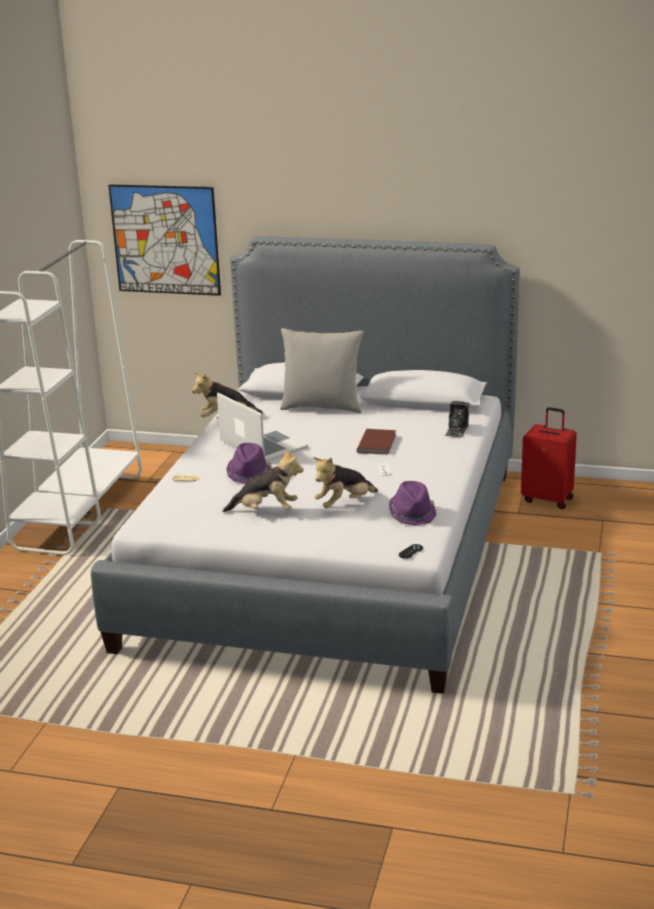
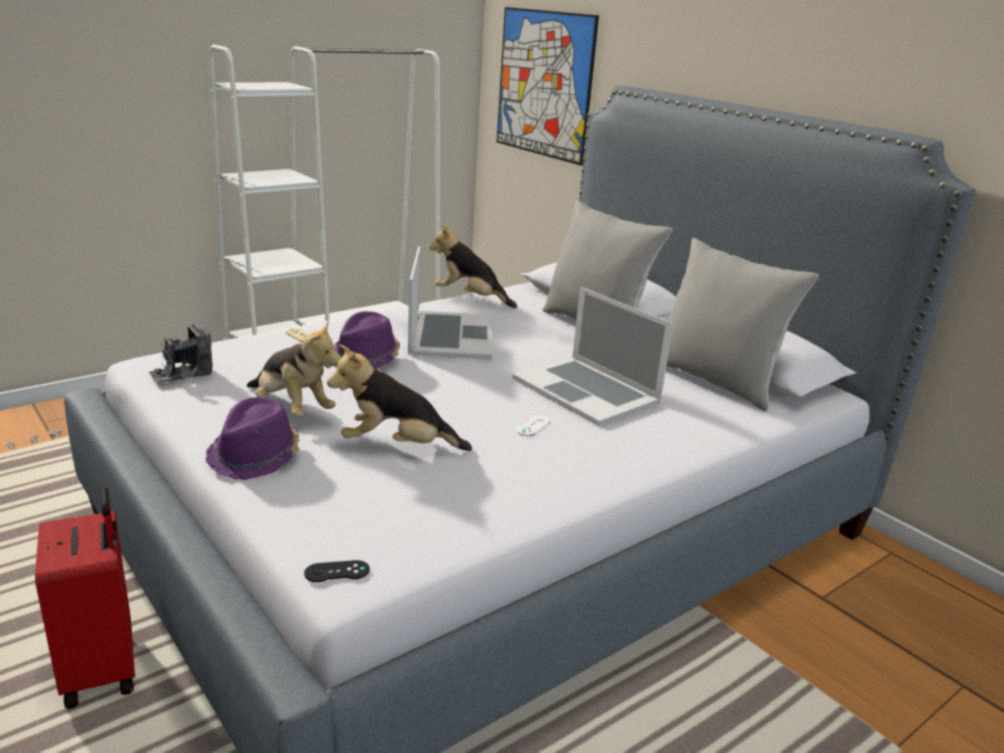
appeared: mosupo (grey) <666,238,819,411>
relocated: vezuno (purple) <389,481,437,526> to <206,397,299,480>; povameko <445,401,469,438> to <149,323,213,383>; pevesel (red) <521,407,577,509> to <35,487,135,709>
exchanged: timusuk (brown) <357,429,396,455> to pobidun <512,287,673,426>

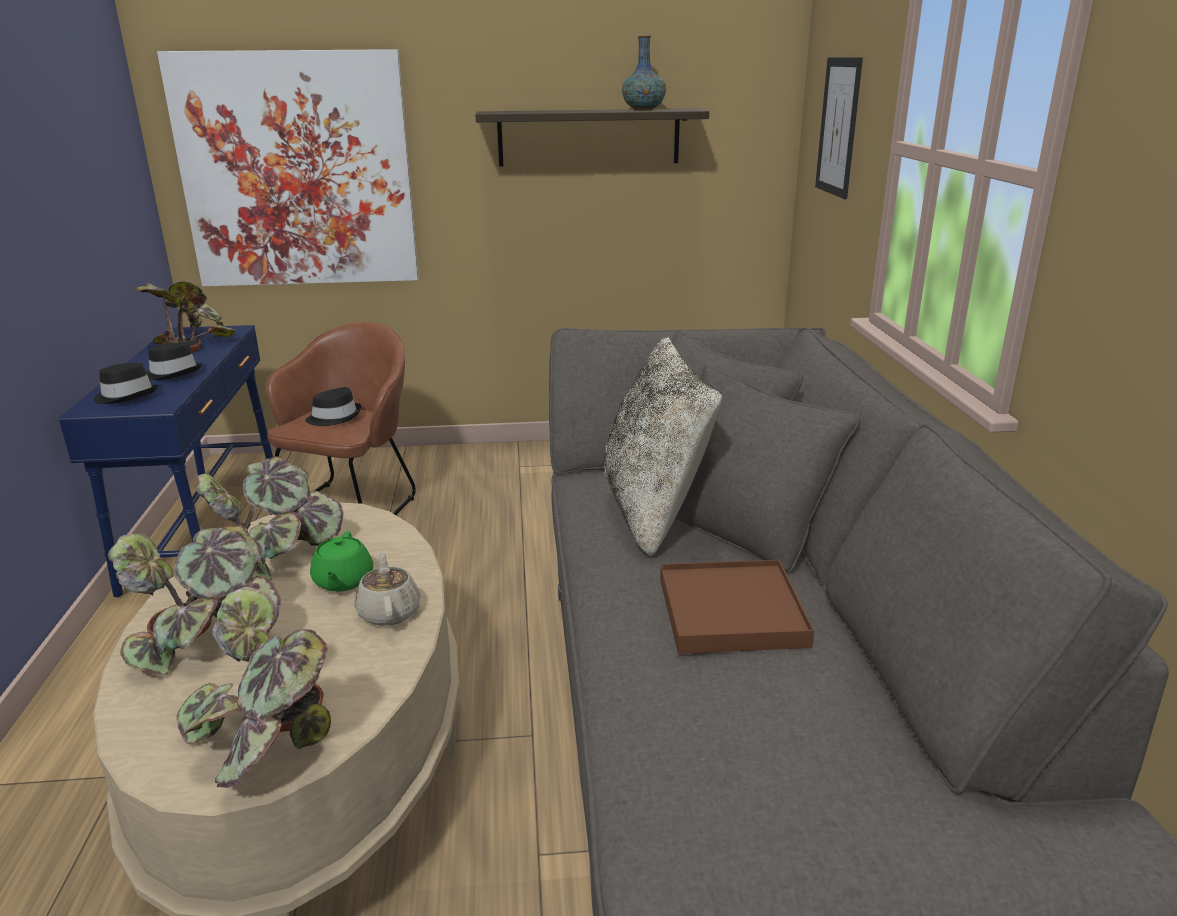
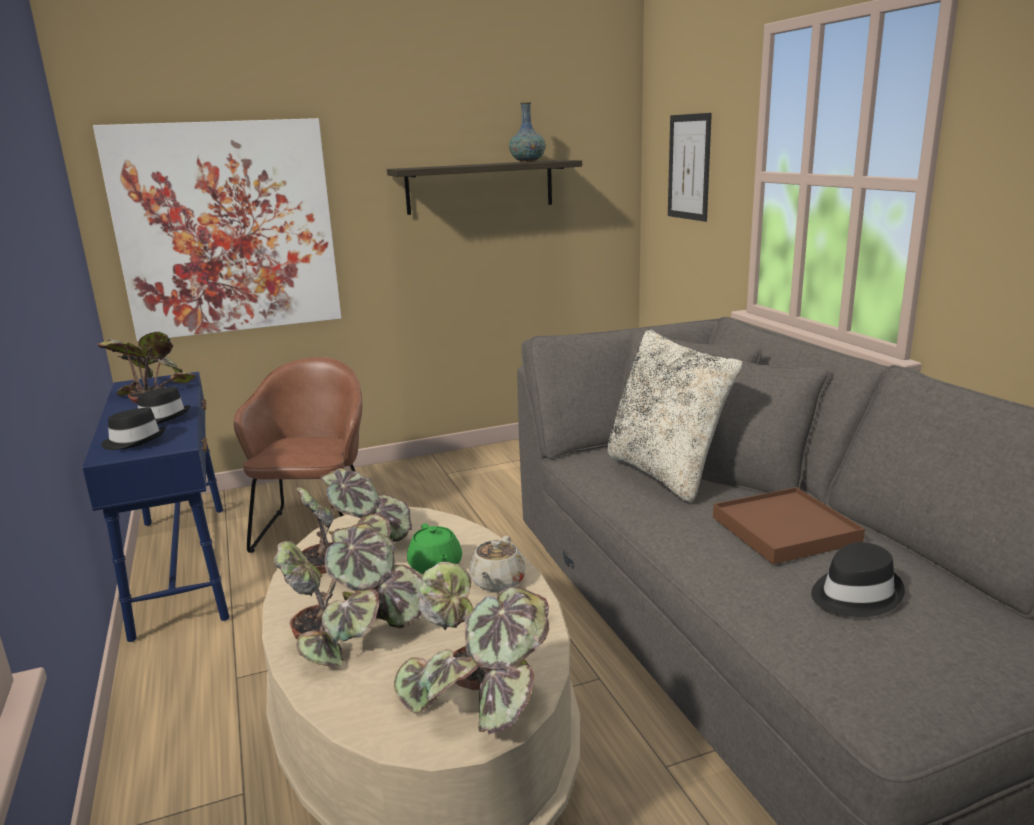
relocated: vezuno (black) <305,387,361,426> to <811,542,905,617>
spun: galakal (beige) <354,551,421,626> = <469,536,526,592> 135 degrees counterclockwise

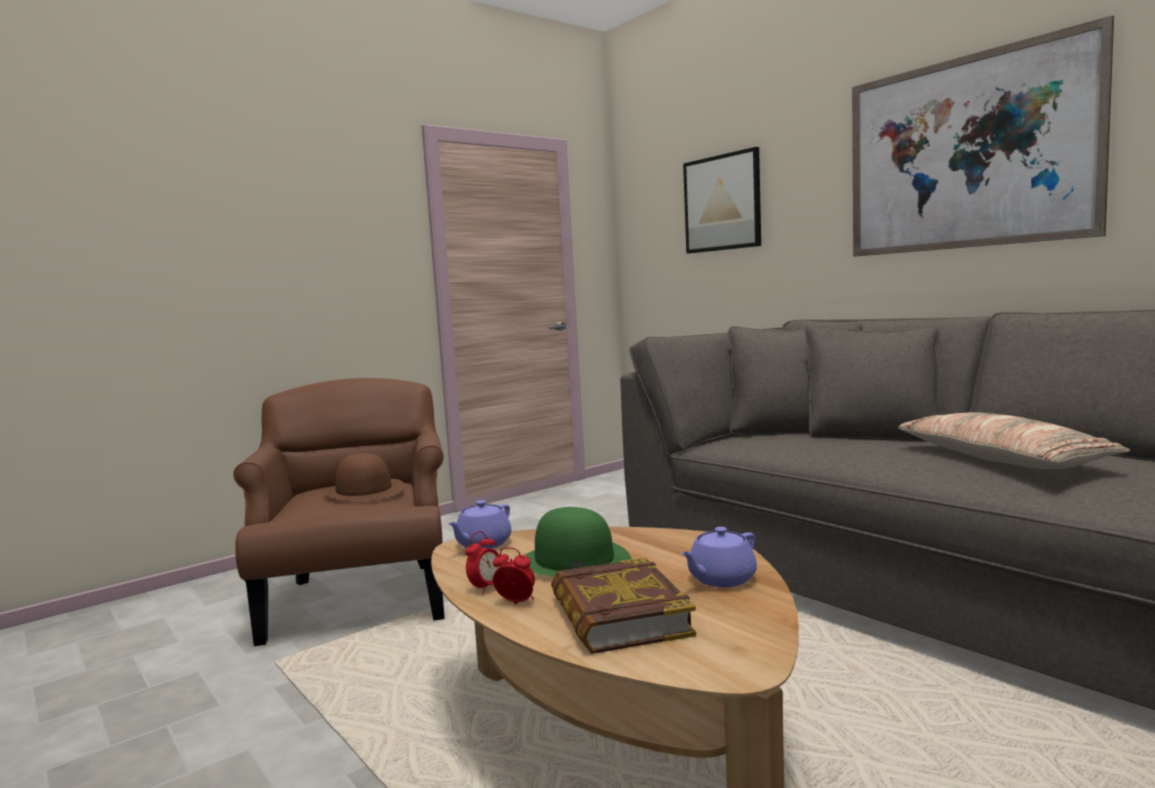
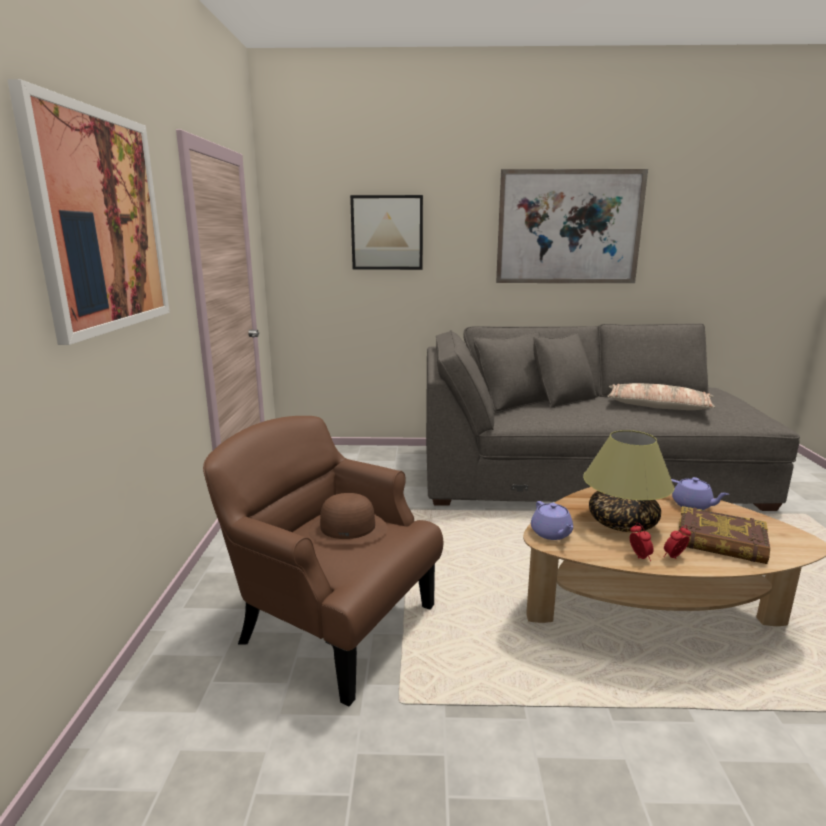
appeared: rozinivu <7,79,170,345>
exchanged: vezuno (green) <524,507,632,577> to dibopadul <583,430,674,532>
spun: galakal (purple) <681,527,757,587> = <671,477,729,510> 45 degrees counterclockwise

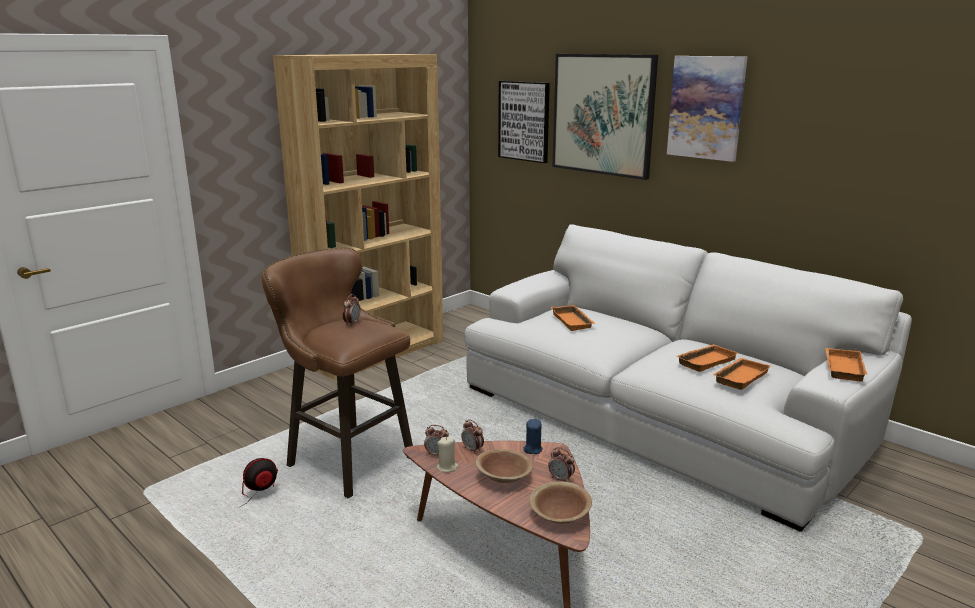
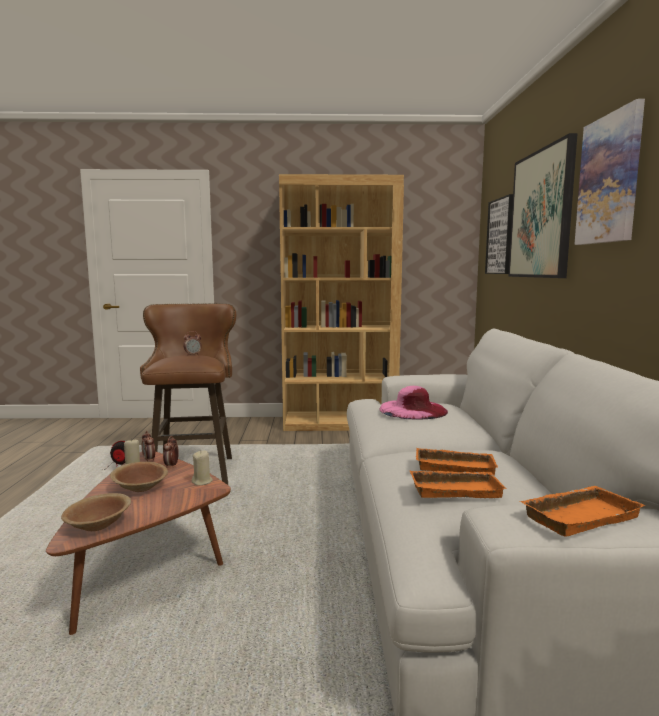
missing: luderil <548,447,575,482>
exchanged: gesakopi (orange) <551,305,596,331> to vezuno (pink) <379,386,448,419>
colour: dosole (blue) <524,419,543,454> to dosole (beige) <192,450,213,485>

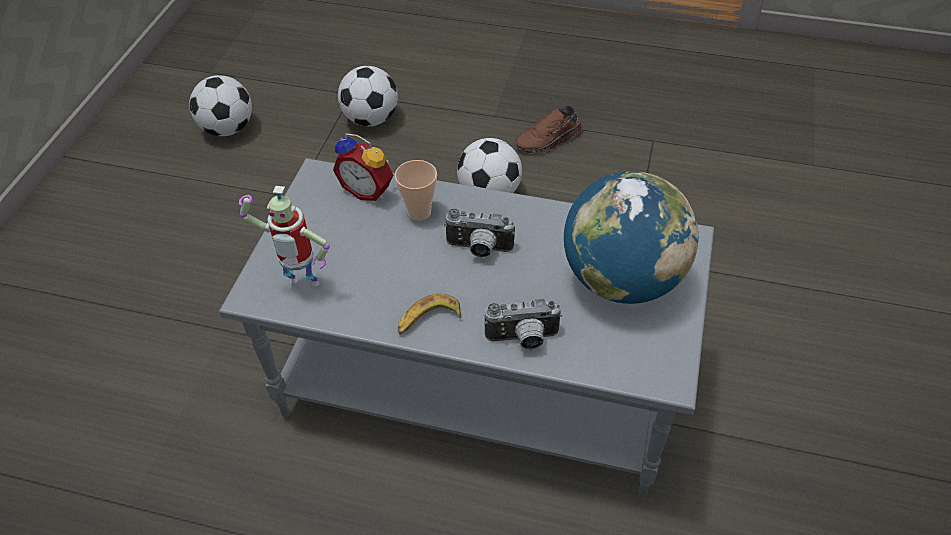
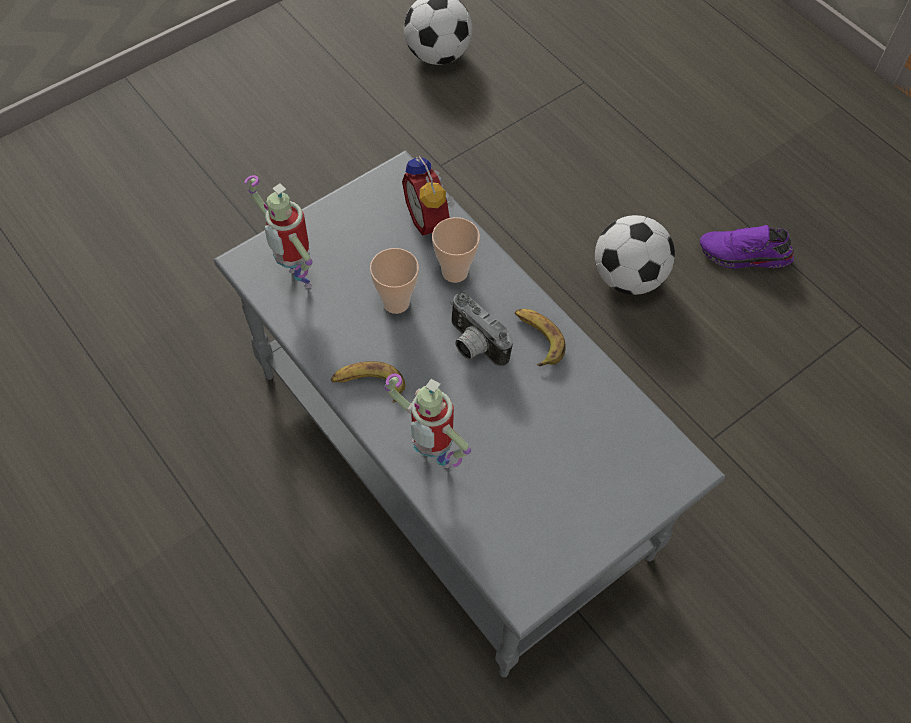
missing: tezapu <338,66,398,126>; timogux <564,171,698,304>
appeared: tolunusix <370,248,419,314>; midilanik <515,309,566,366>
exchanged: povameko <484,299,562,350> to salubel <384,373,471,468>
colour: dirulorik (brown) <515,106,583,154> to dirulorik (purple) <700,225,794,269>

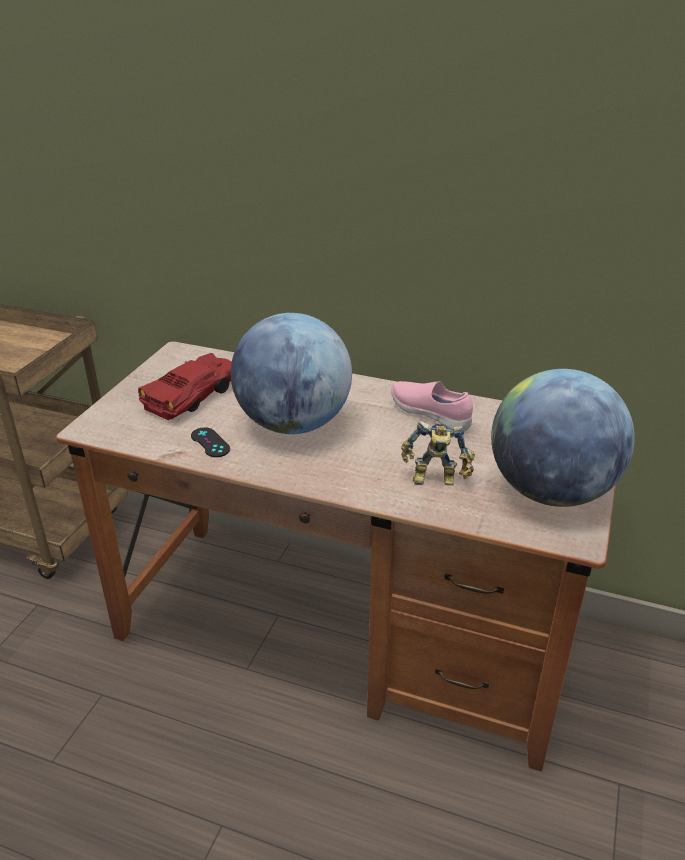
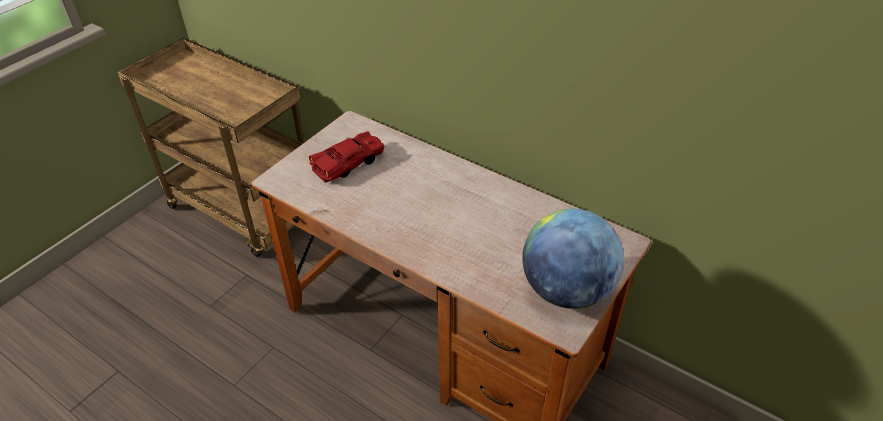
missing: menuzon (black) <191,427,230,457>; timogux <231,313,352,434>; dirulorik (pink) <391,381,473,431>; salubel <401,421,475,486>

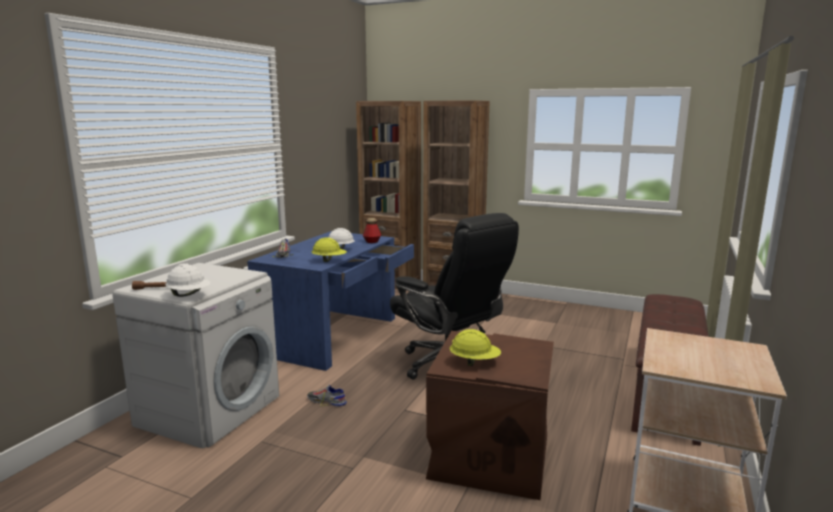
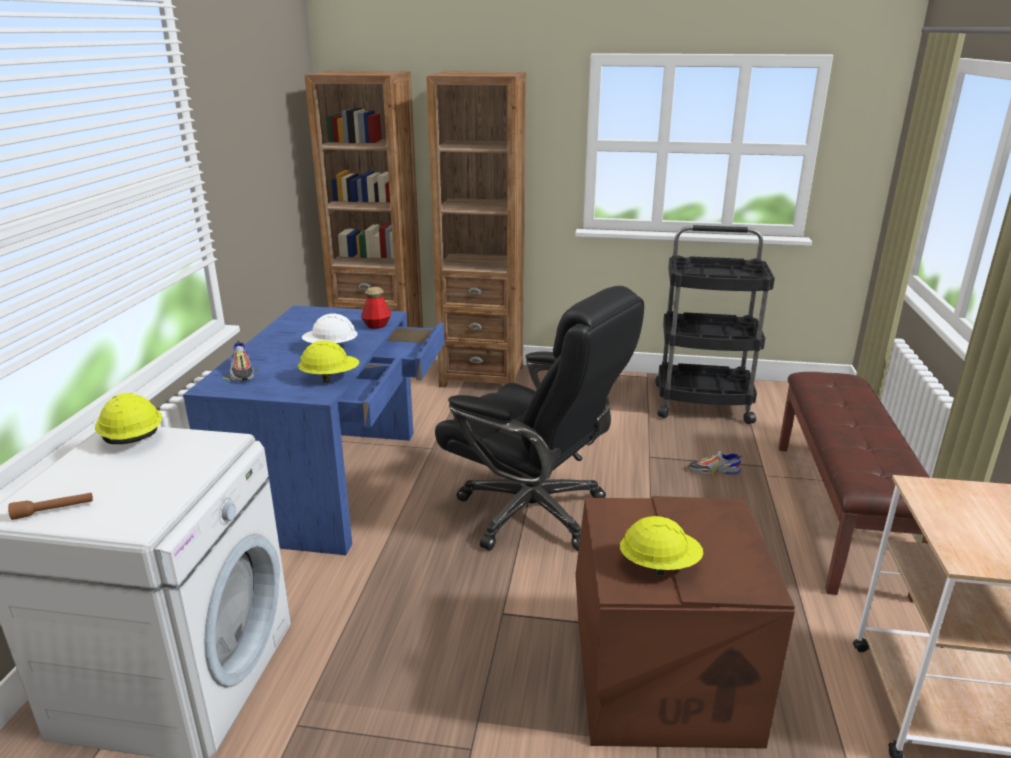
missing: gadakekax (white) <165,263,210,297>
appeared: gadakekax (yellow) <95,393,162,444>; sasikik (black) <655,225,775,424>
relocated: dirulorik <307,385,347,407> to <689,451,742,478>

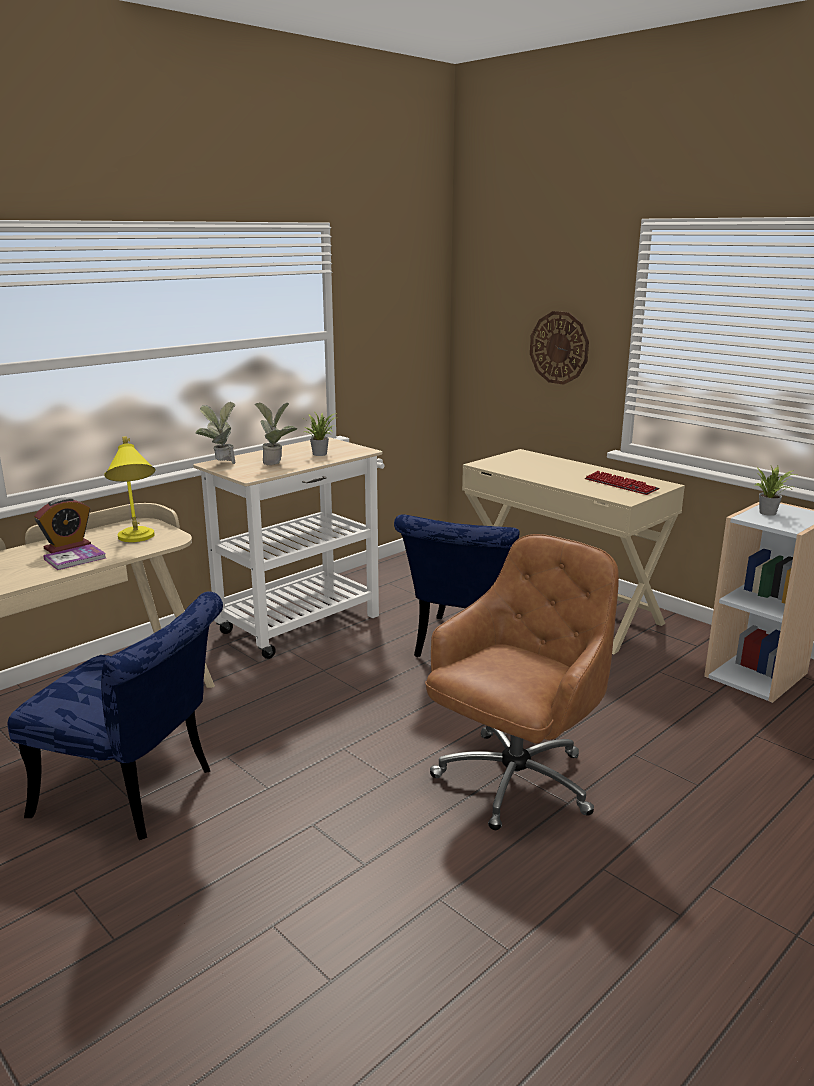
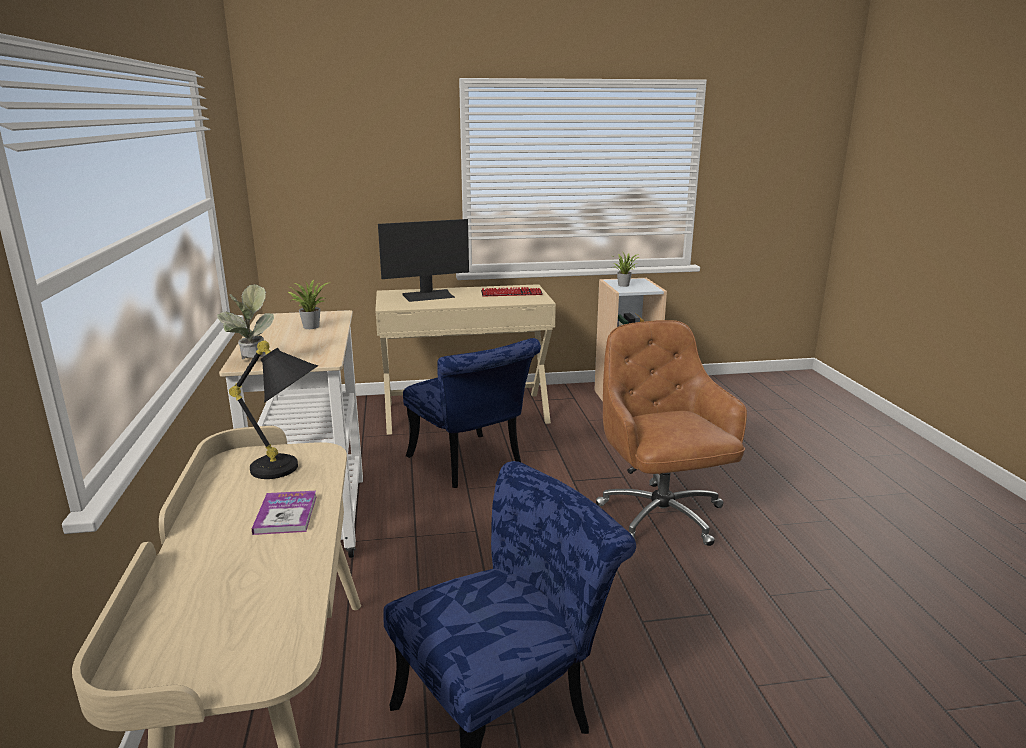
missing: luderil <34,497,91,553>; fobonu <255,403,297,465>; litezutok <530,311,589,385>
appeared: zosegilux <378,219,469,302>
colour: dibopadul (yellow) <104,436,155,542> to dibopadul (black) <229,340,319,479>

